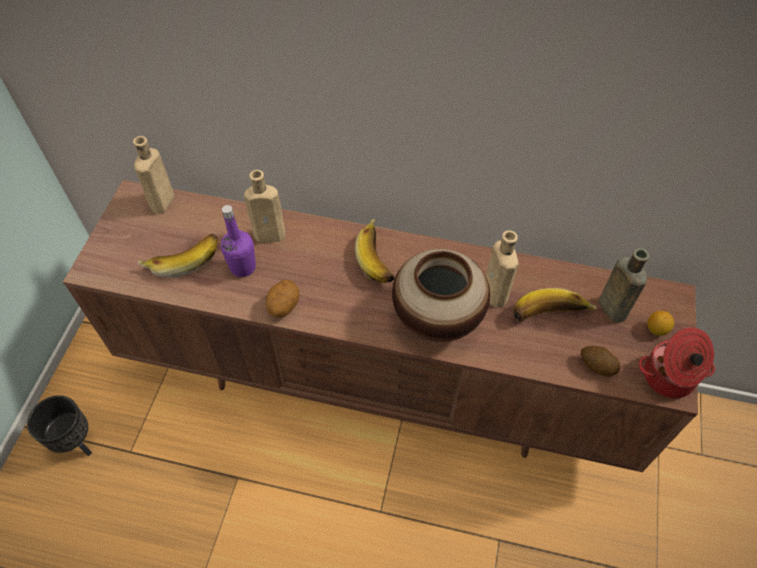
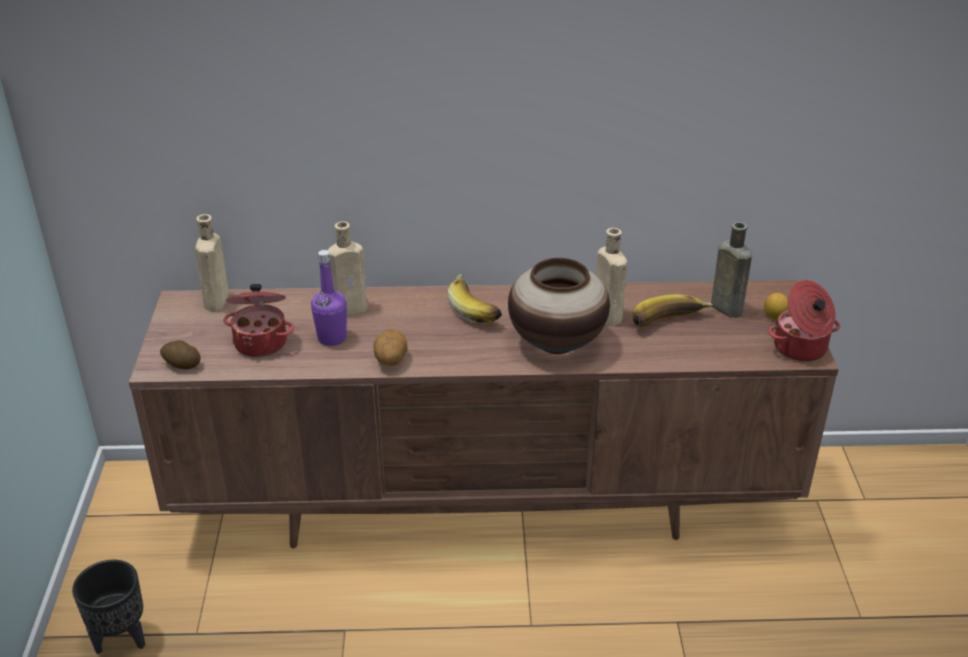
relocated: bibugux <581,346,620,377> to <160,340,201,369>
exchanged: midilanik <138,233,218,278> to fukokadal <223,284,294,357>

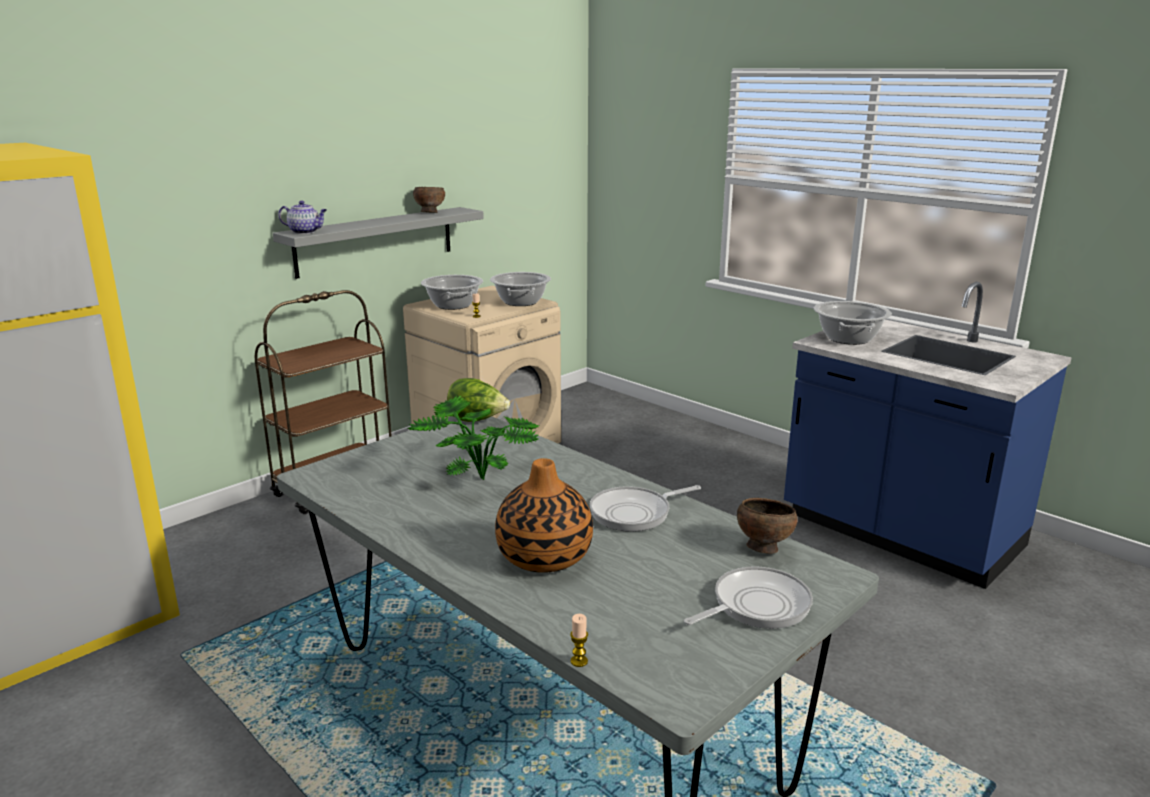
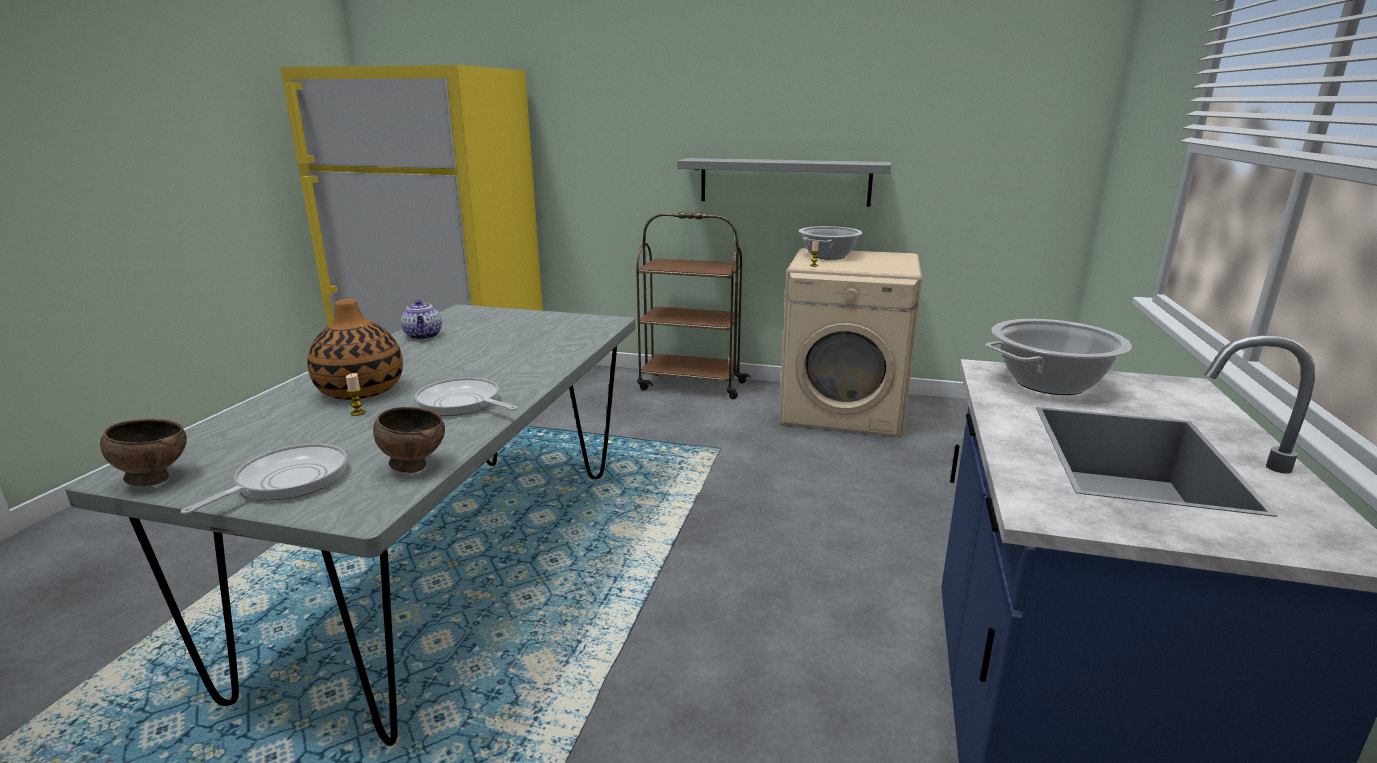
missing: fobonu <408,396,539,480>; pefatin <447,378,510,422>; fukokadal <490,272,551,306>
relocated: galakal <278,201,327,234> to <401,300,442,340>; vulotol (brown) <413,187,445,213> to <100,418,187,486>; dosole <570,614,588,667> to <346,373,366,416>
spun: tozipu <684,566,813,629> = <181,444,347,514> 90 degrees counterclockwise

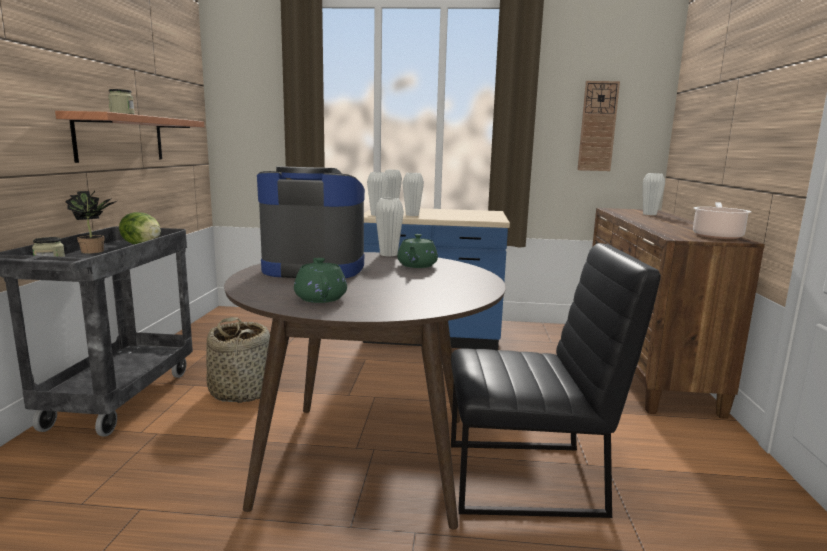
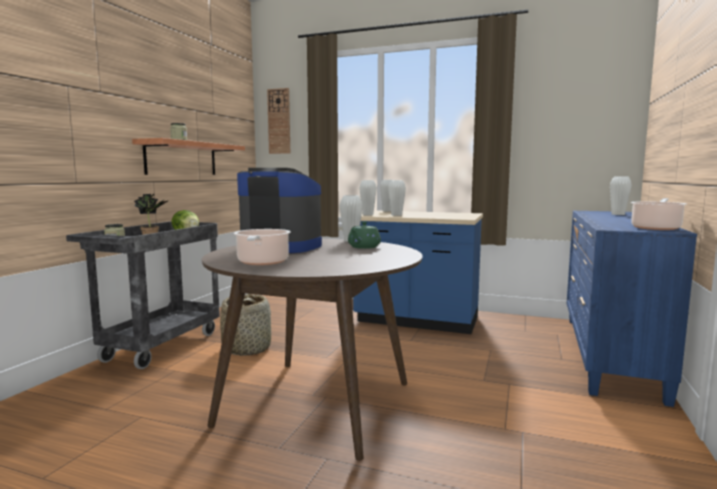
missing: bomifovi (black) <451,243,661,518>
relocated: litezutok <577,81,620,171> to <267,88,290,154>
exchanged: galakal (green) <294,258,347,303> to fukokadal <233,229,291,265>
colour: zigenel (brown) <592,208,765,419> to zigenel (blue) <567,211,697,407>

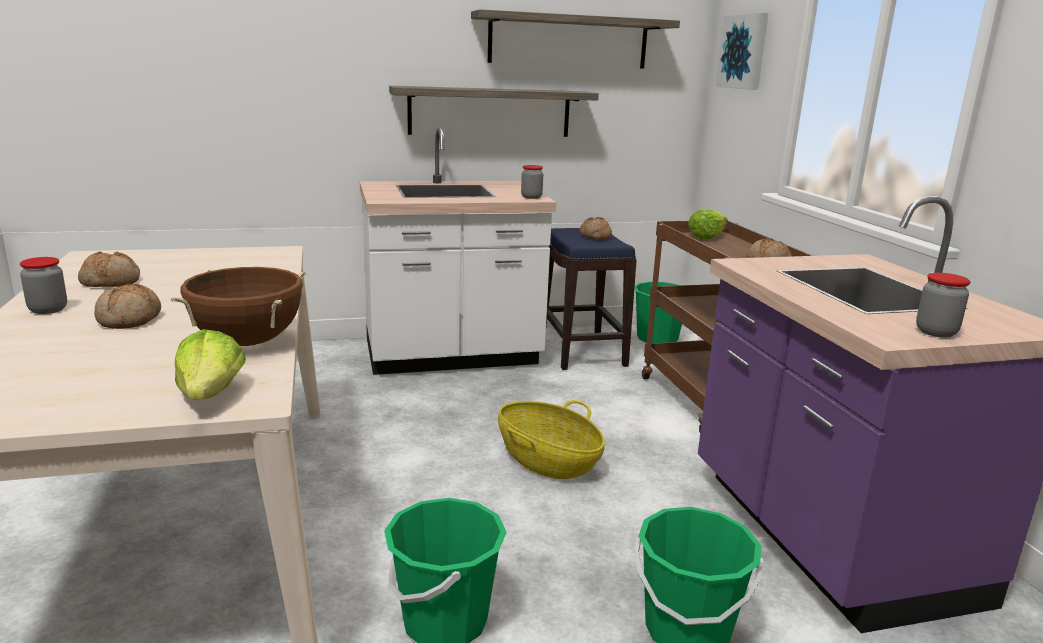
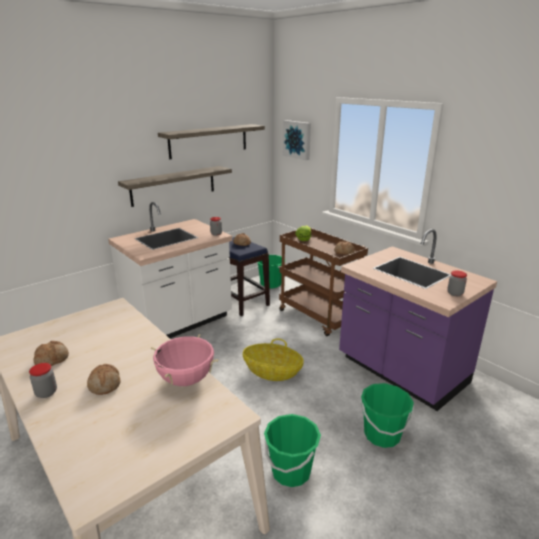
missing: pefatin <175,329,246,400>
colour: fukokadal (brown) <171,267,306,346> to fukokadal (pink) <151,334,219,386>

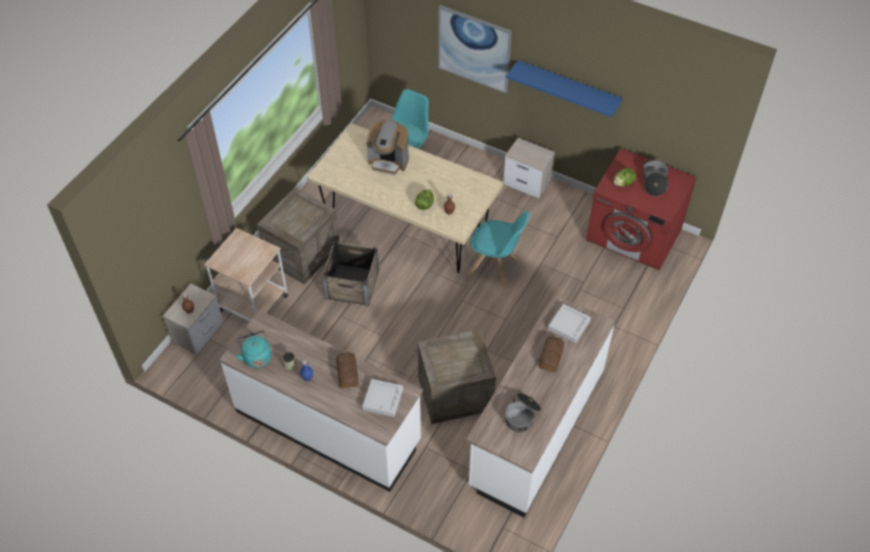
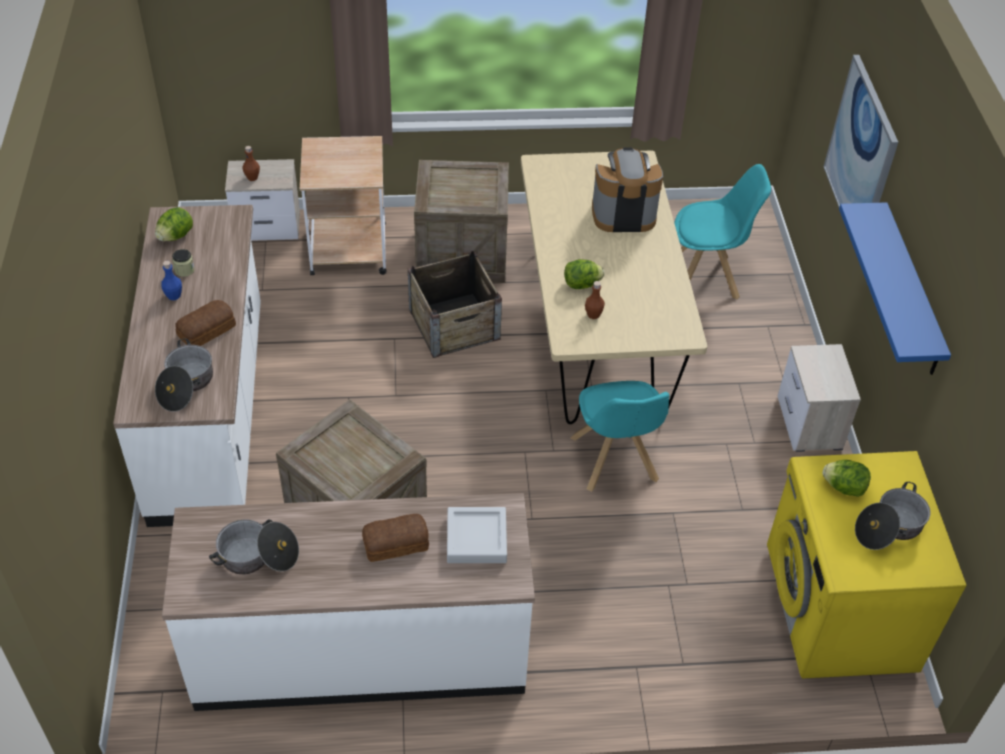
exchanged: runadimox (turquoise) <235,330,271,368> to pefatin <155,207,193,241>; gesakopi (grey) <362,379,403,417> to fukokadal <155,338,213,412>
colour: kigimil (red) <586,148,697,270> to kigimil (yellow) <767,451,966,678>
spun: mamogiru <366,120,409,175> = <592,148,663,232> 105 degrees clockwise

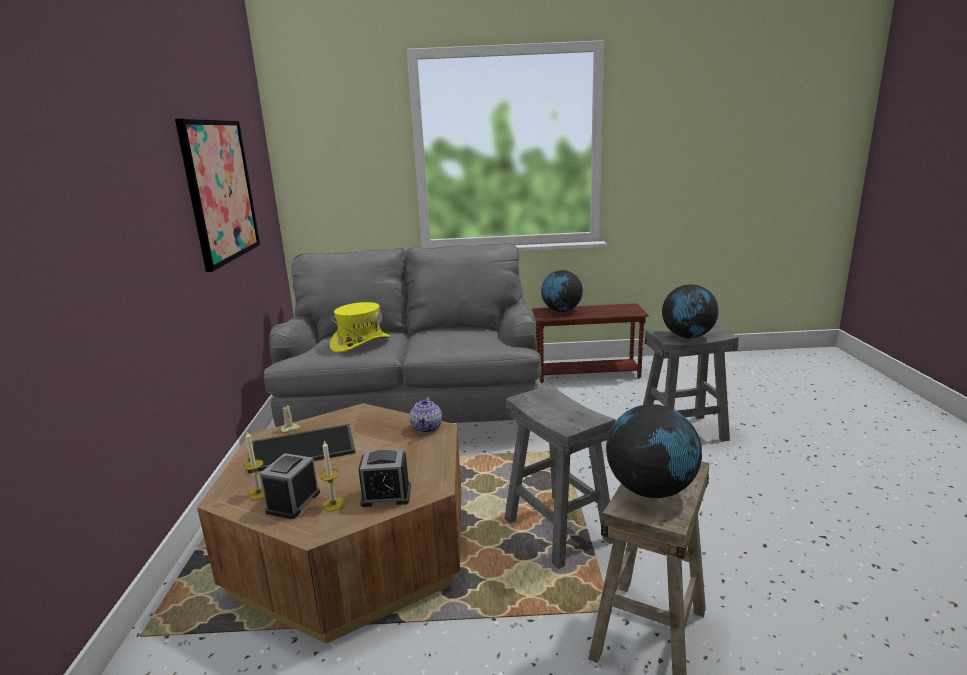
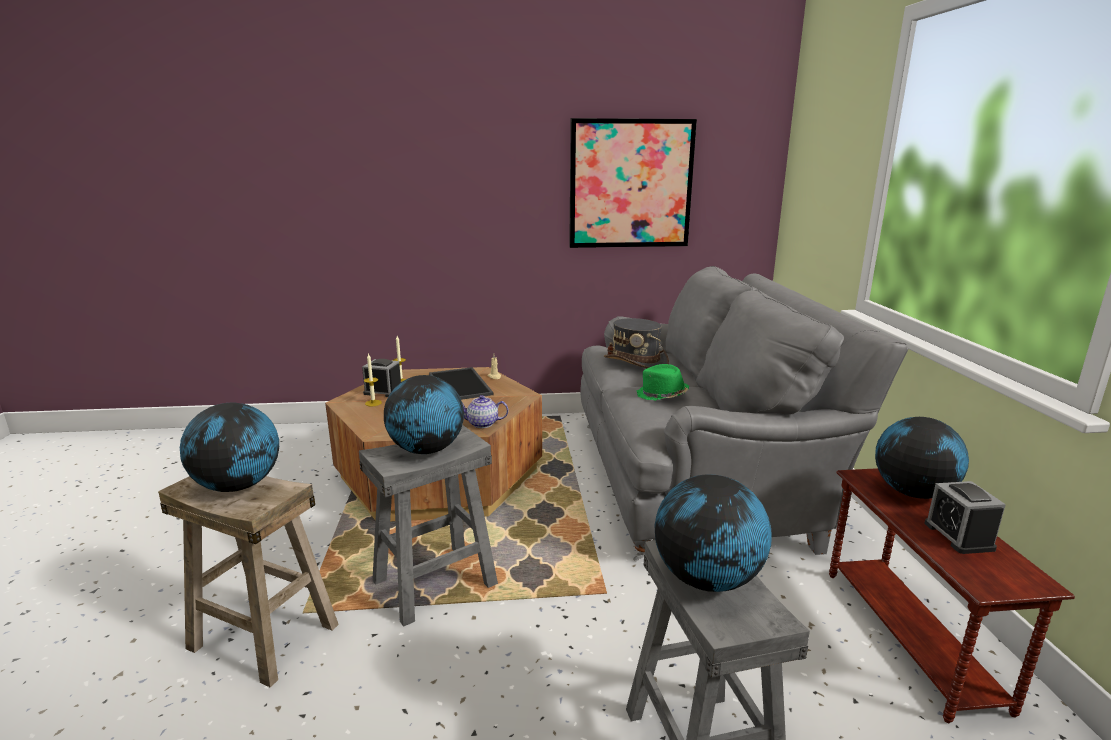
appeared: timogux <384,375,464,454>; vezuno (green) <636,364,690,401>
relocated: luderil <358,449,411,507> to <924,481,1006,554>
colour: vezuno (yellow) <330,302,391,352> to vezuno (grey) <604,318,669,368>

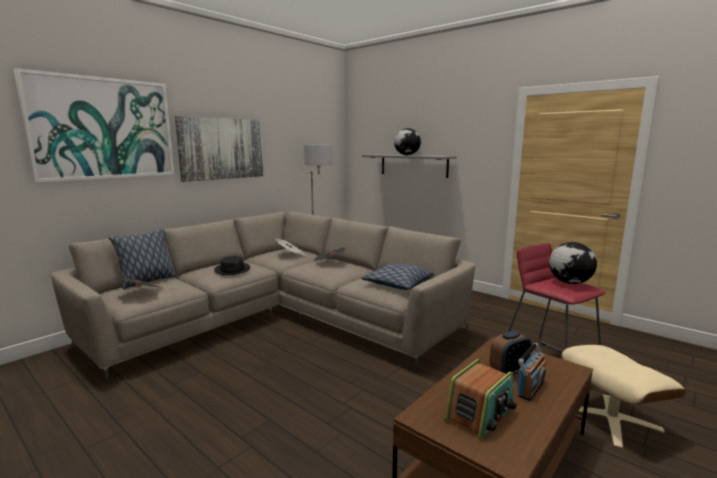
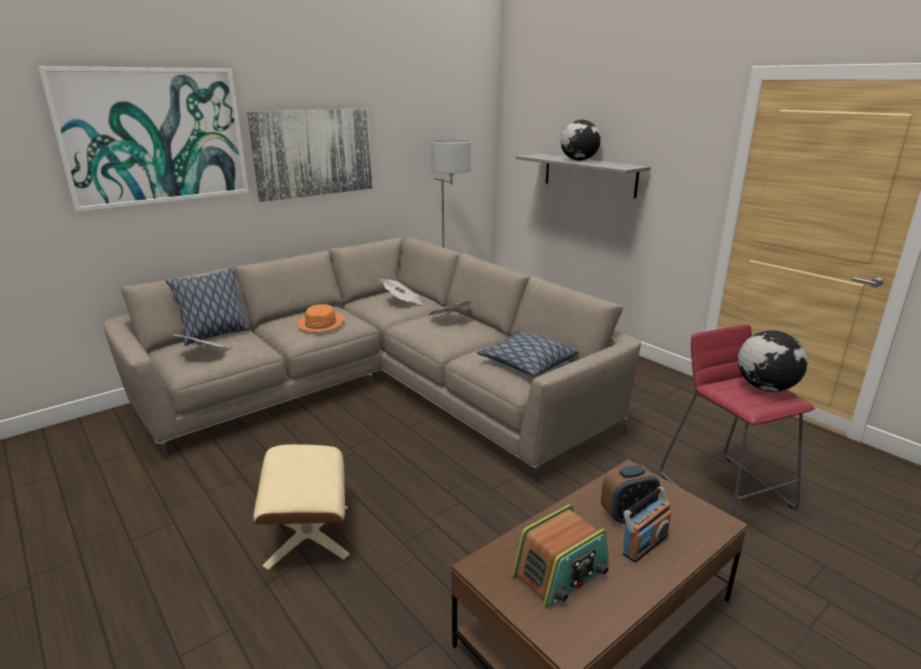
relocated: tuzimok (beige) <561,345,686,448> to <253,444,350,571>
colour: vezuno (black) <214,256,250,275> to vezuno (orange) <297,304,344,332>

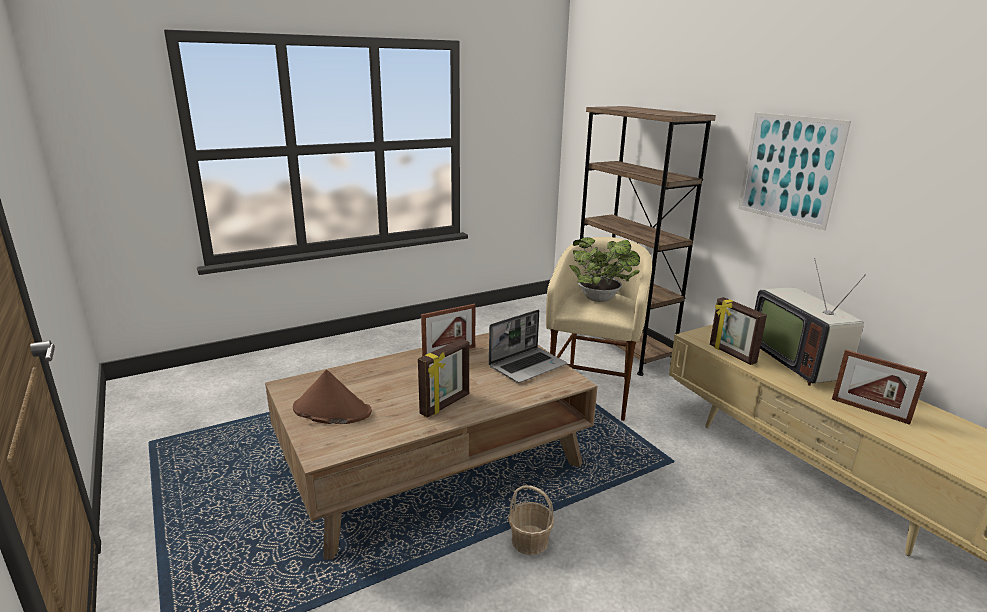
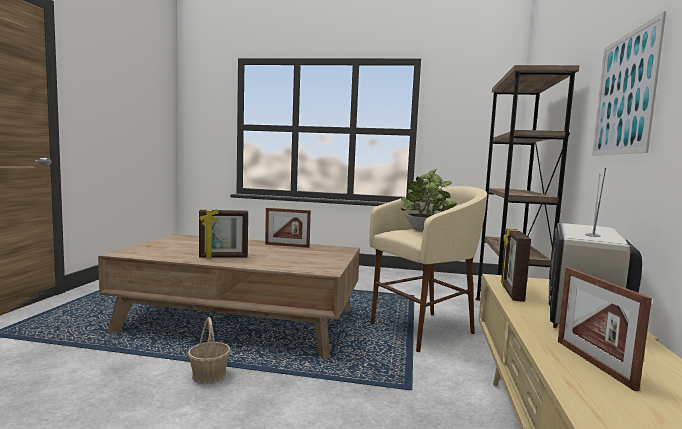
missing: vezuno (brown) <293,370,372,424>; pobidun <489,310,567,383>

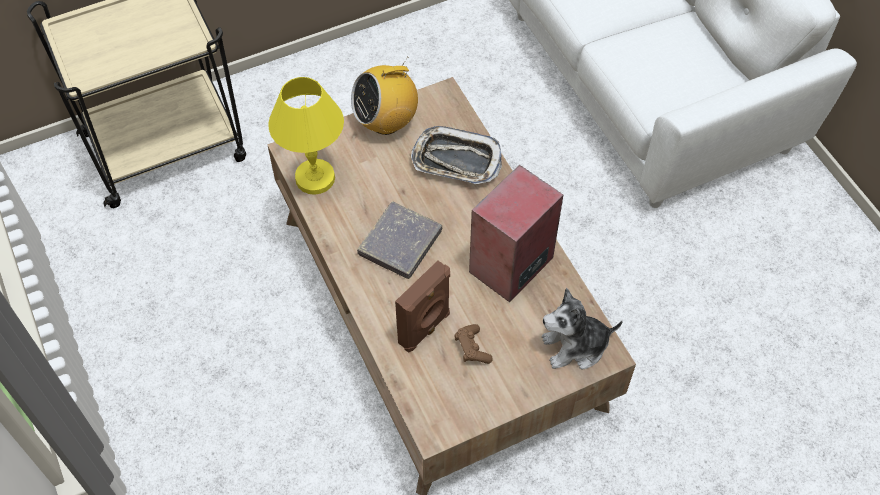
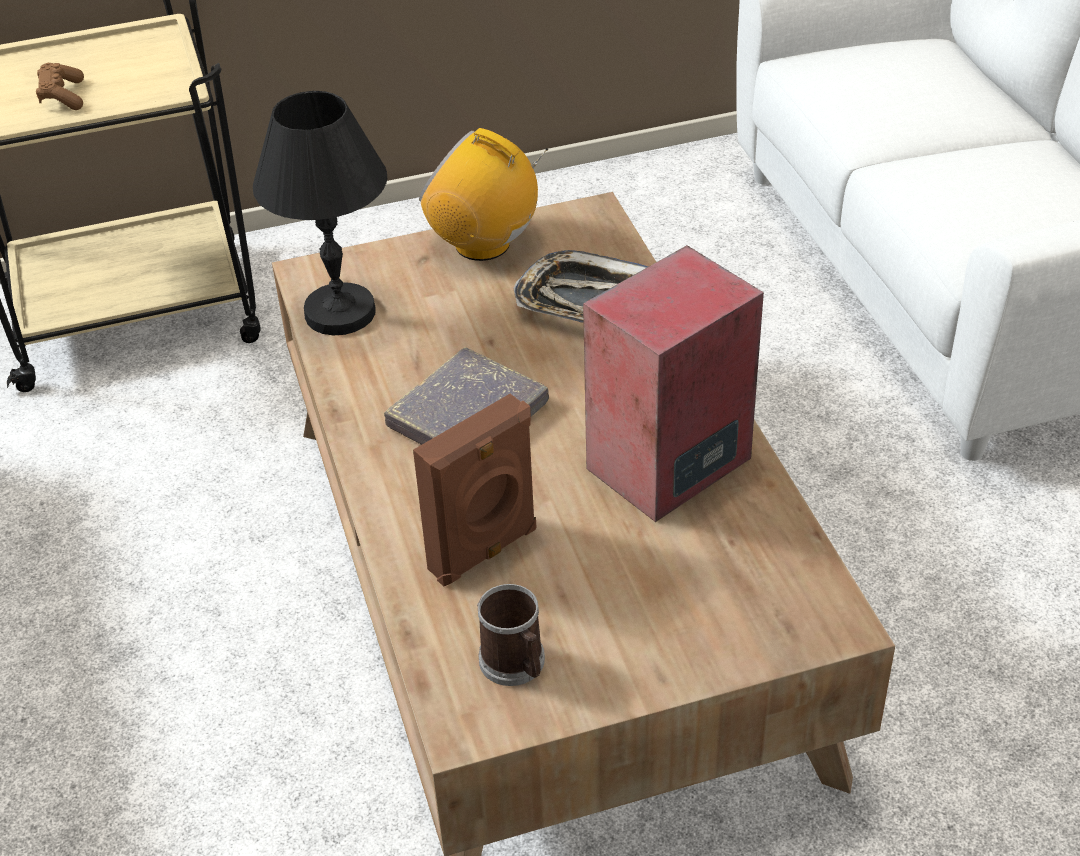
missing: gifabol <542,288,623,370>
appeared: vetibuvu <477,584,545,686>
relocated: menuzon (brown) <455,324,493,364> to <36,63,84,110>
colour: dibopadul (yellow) <268,77,344,195> to dibopadul (black) <253,91,387,335>
spun: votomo <351,56,418,135> = <419,128,548,261> 45 degrees clockwise

